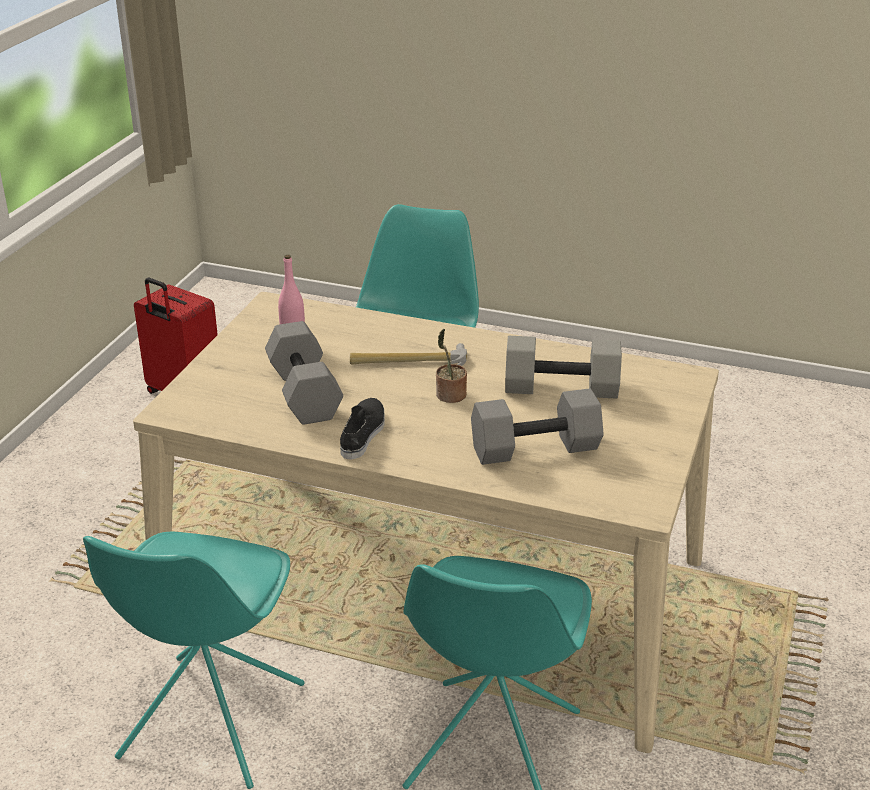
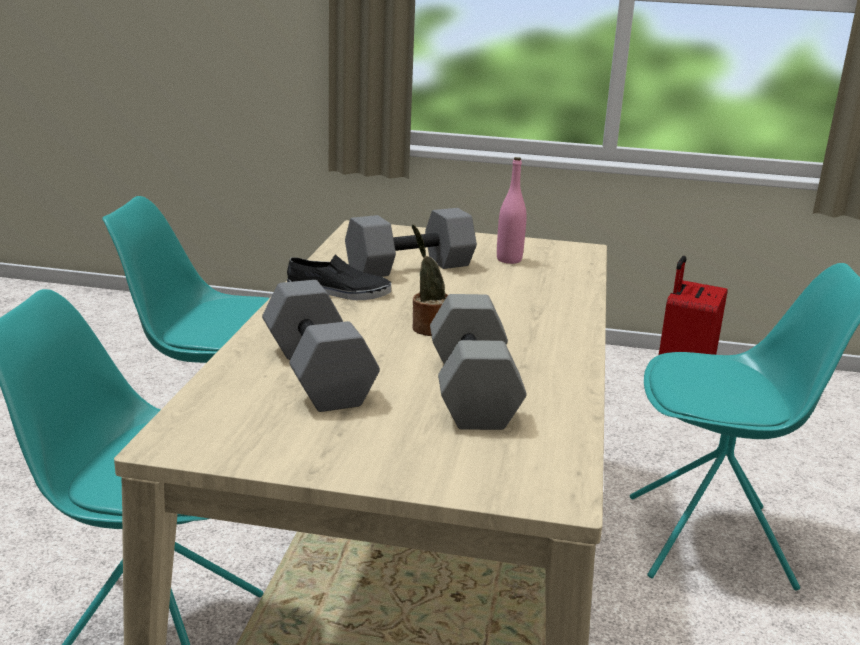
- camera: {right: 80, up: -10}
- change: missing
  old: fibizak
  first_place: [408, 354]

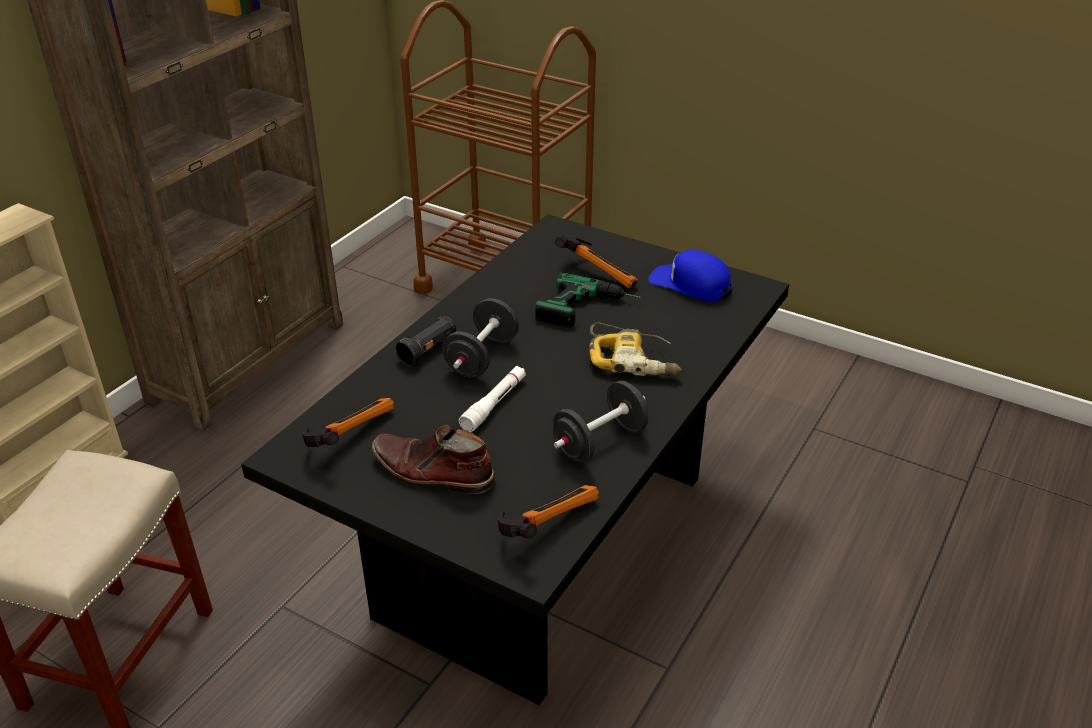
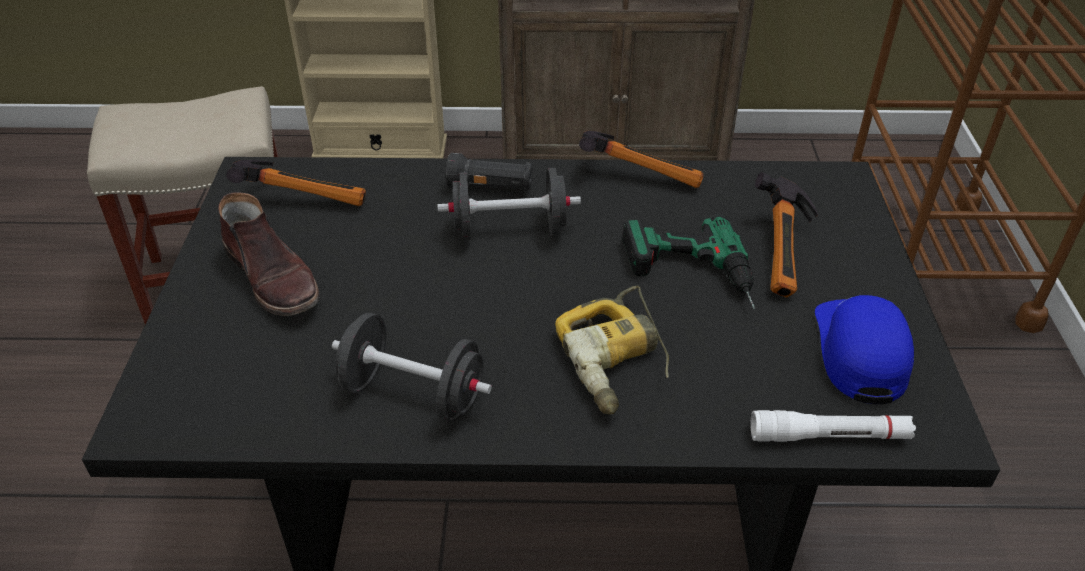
- camera: {right: 60, up: 5}
- change: spun
  old: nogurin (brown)
  first_place: [433, 459]
  second_place: [269, 254]
  degrees: 150
- change: relocated
  old: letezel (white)
  first_place: [492, 399]
  second_place: [833, 426]
- change: relocated
  old: fibizak
  first_place: [548, 512]
  second_place: [641, 159]

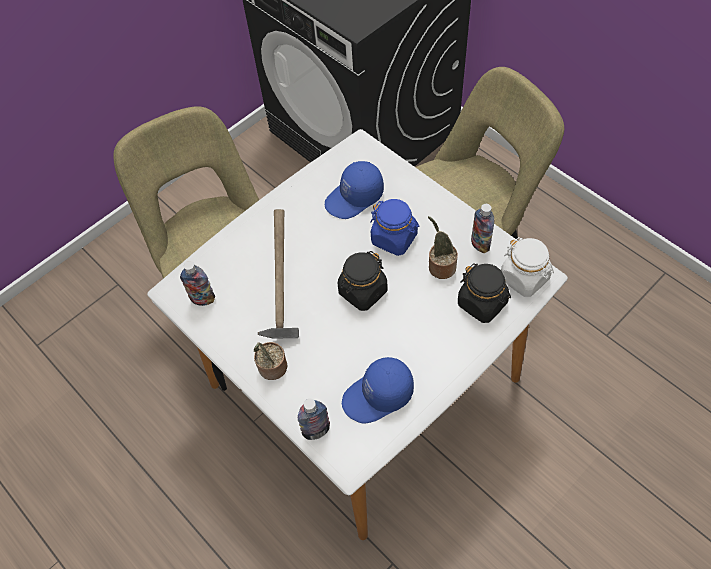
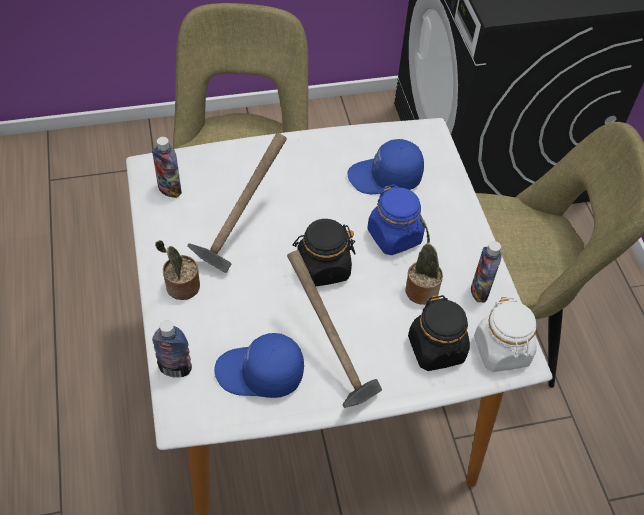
- camera: {right: 25, up: -5}
- change: appeared
  new: fibizak
  second_place: [334, 329]

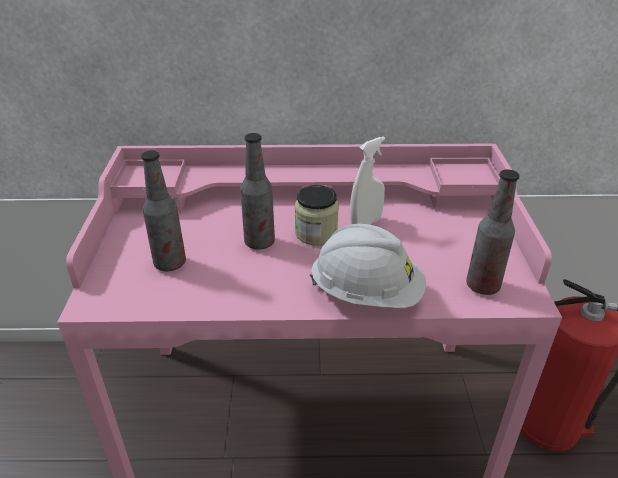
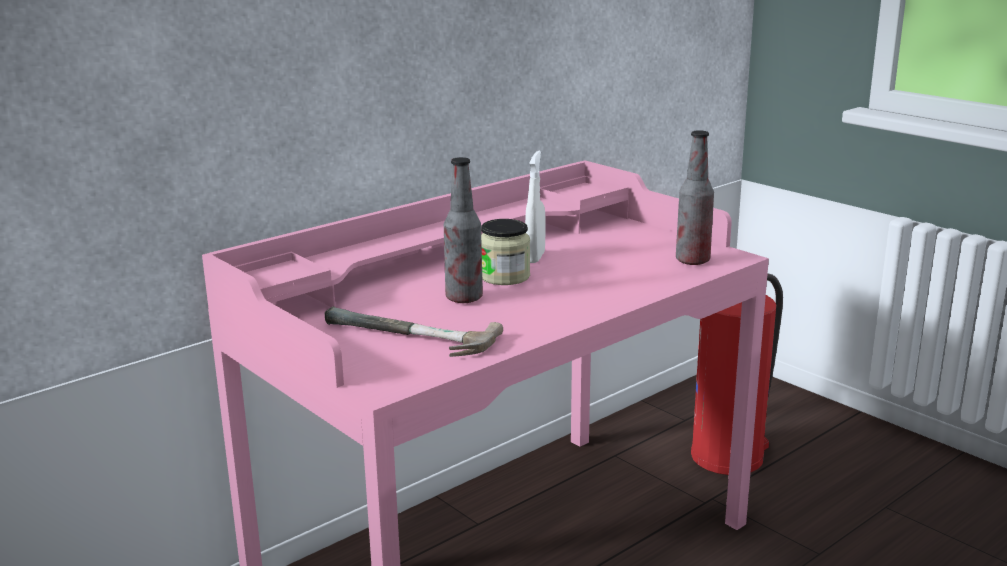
- camera: {right: -40, up: -15}
- change: exchanged
  old: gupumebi
  new: fibizak
  first_place: [163, 210]
  second_place: [414, 331]
- change: missing
  old: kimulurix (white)
  first_place: [368, 266]

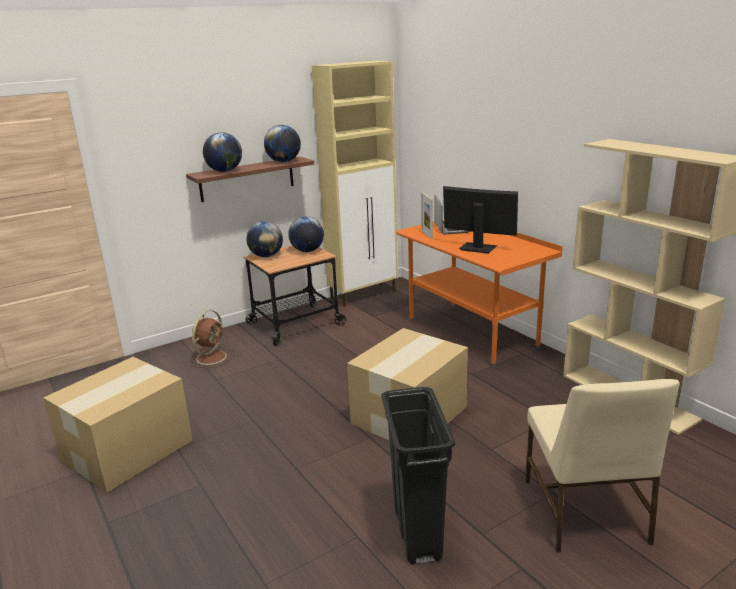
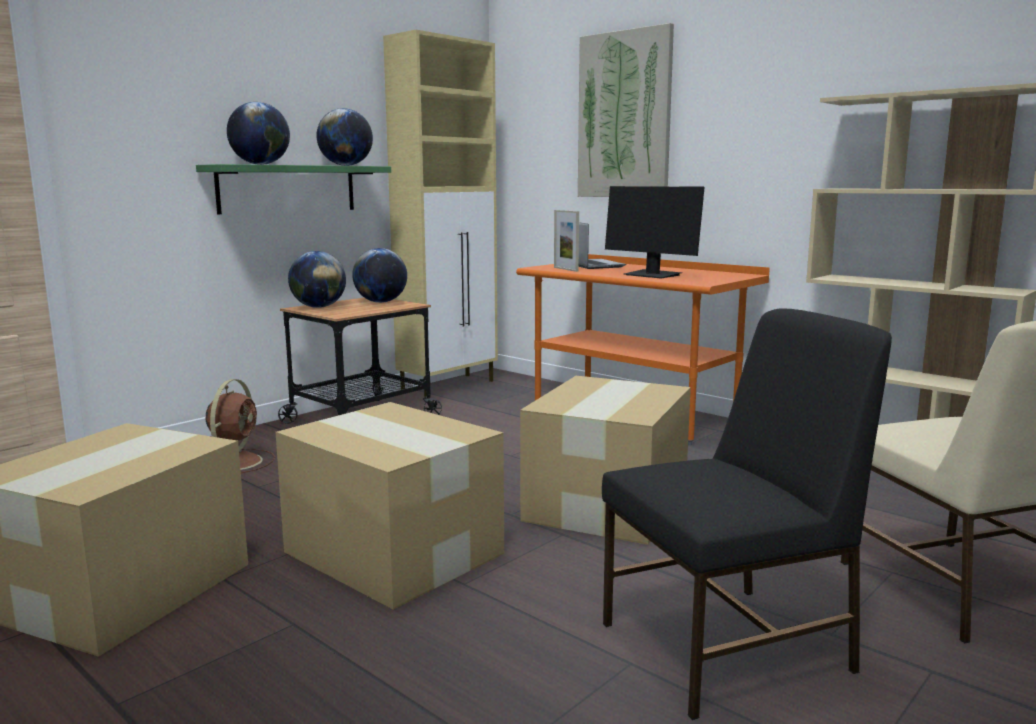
- camera: {right: -15, up: -10}
- change: colour
  old: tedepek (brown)
  new: tedepek (green)
  first_place: [250, 179]
  second_place: [293, 189]
- change: exchanged
  old: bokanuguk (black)
  new: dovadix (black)
  first_place: [418, 476]
  second_place: [747, 514]
- change: spun
  old: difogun
  first_place: [480, 220]
  second_place: [655, 232]
  degrees: -150
- change: appeared
  new: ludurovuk
  second_place: [390, 506]
- change: appeared
  new: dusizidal
  second_place: [626, 110]

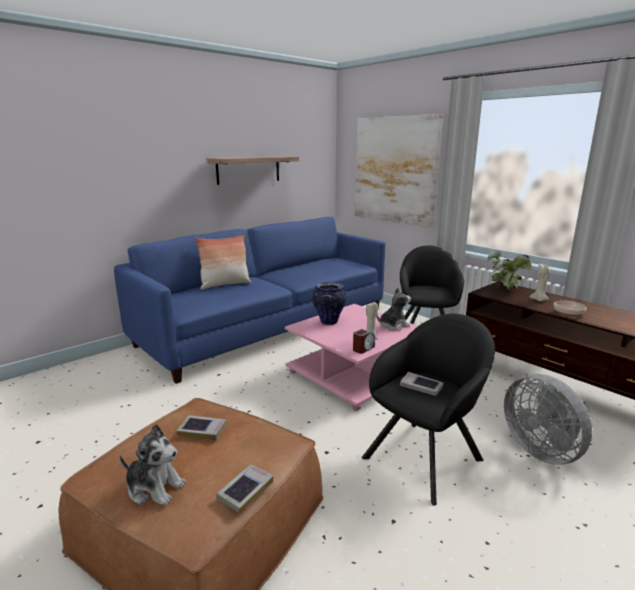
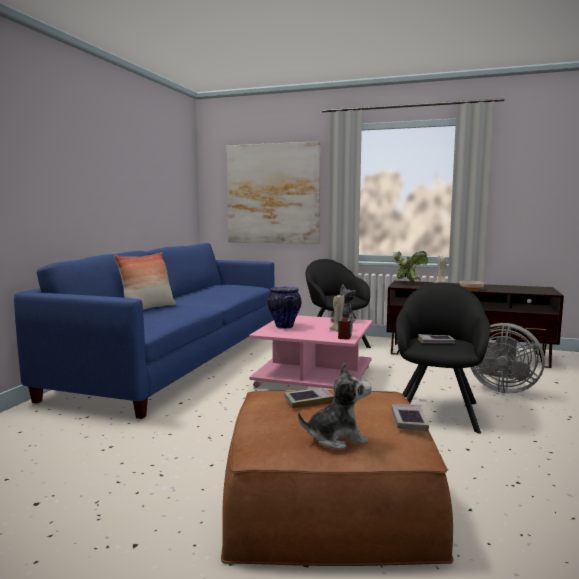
- camera: {right: -30, up: -10}
- change: missing
  old: tedepek
  first_place: [252, 170]

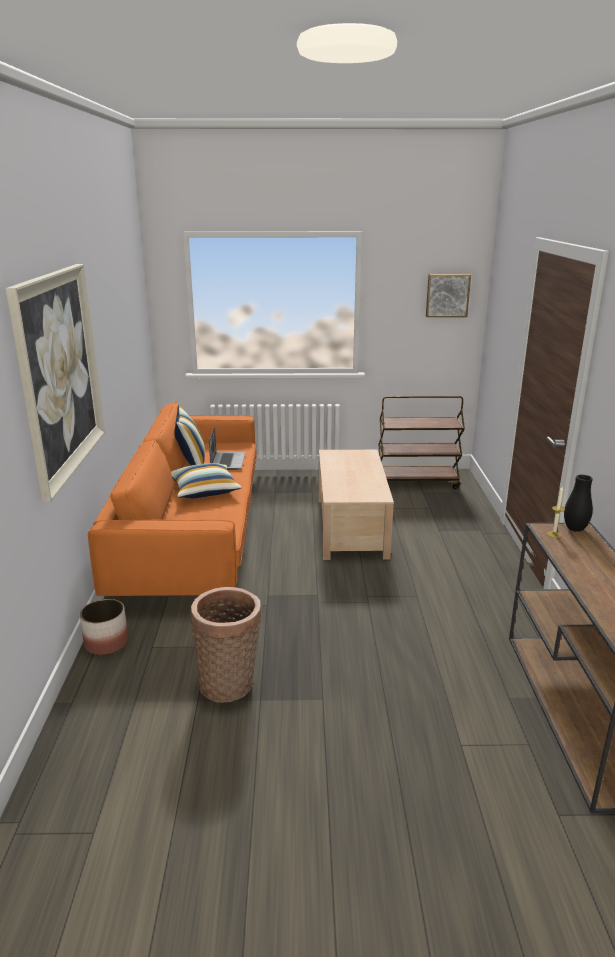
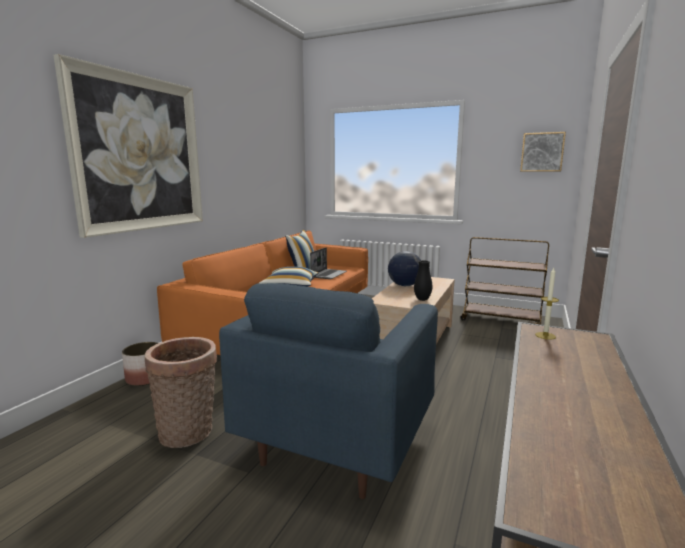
- camera: {right: 25, up: -10}
- change: relocated
  old: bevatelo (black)
  first_place: [578, 503]
  second_place: [423, 280]
- change: appeared
  new: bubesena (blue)
  second_place: [328, 391]
- change: appeared
  new: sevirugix
  second_place: [404, 268]

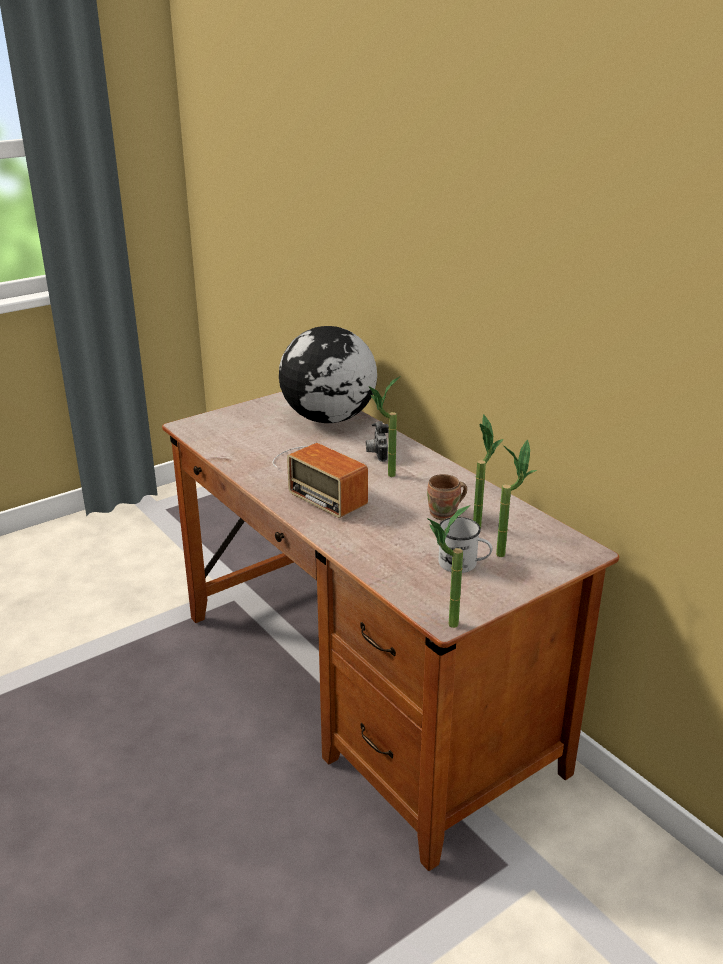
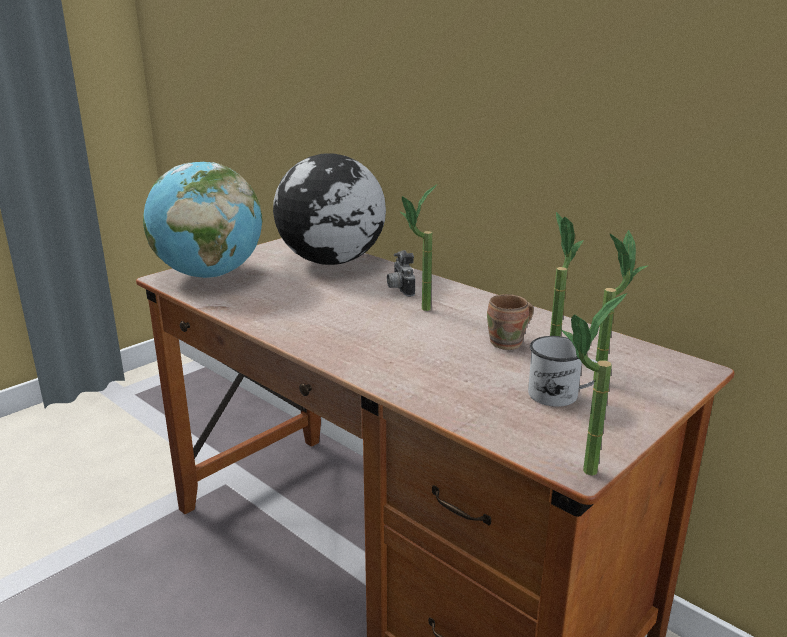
- camera: {right: -10, up: -5}
- change: missing
  old: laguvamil
  first_place: [320, 480]
- change: appeared
  new: sevirugix
  second_place: [203, 219]

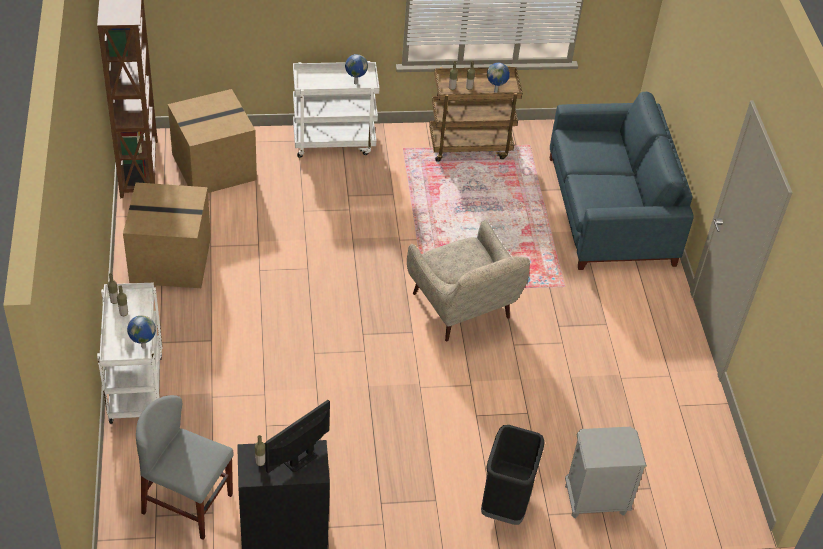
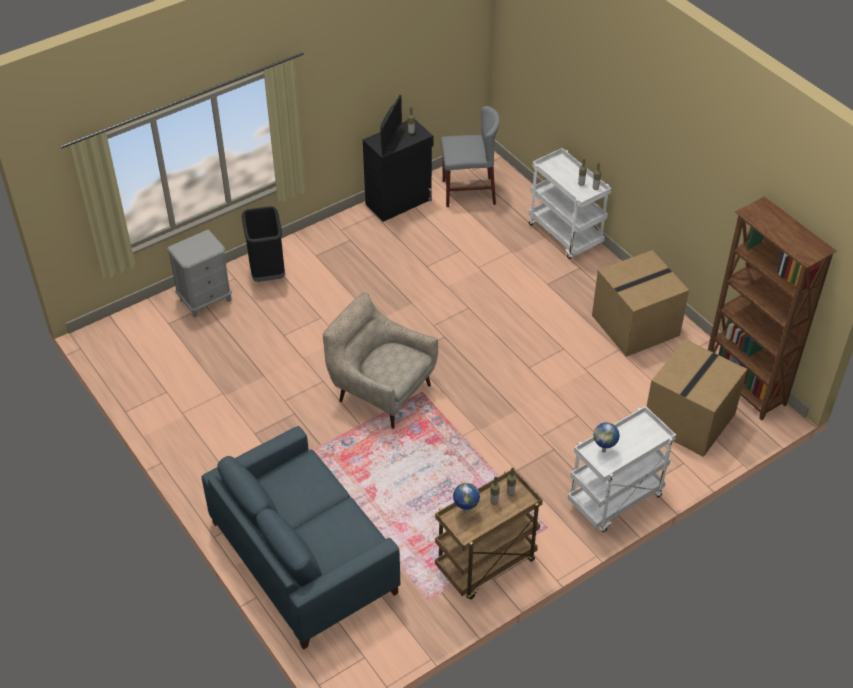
- camera: {right: 155, up: 0}
- change: missing
  old: sevirugix
  first_place: [141, 332]

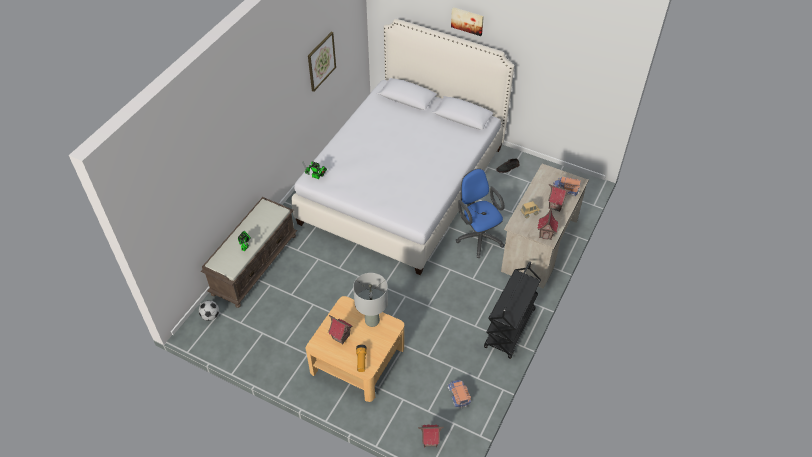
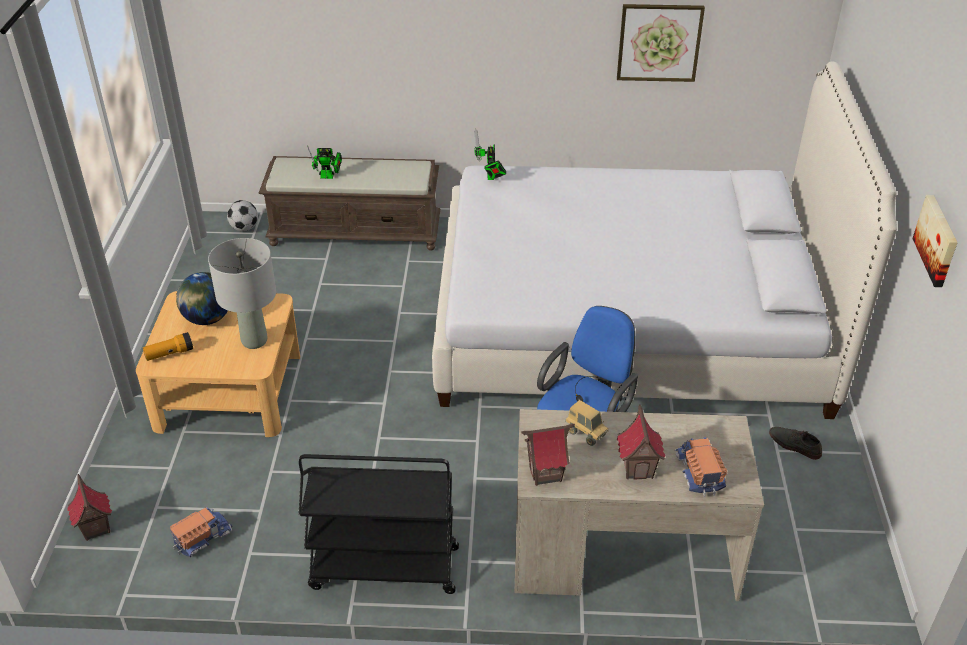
- camera: {right: 65, up: -10}
- change: exchanged
  old: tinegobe
  new: sevirugix
  first_place: [340, 330]
  second_place: [202, 298]
- change: relocated
  old: dusizidal
  first_place: [467, 21]
  second_place: [935, 241]

